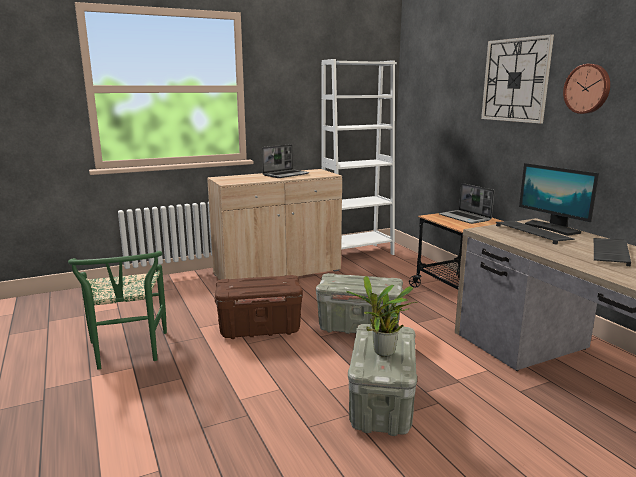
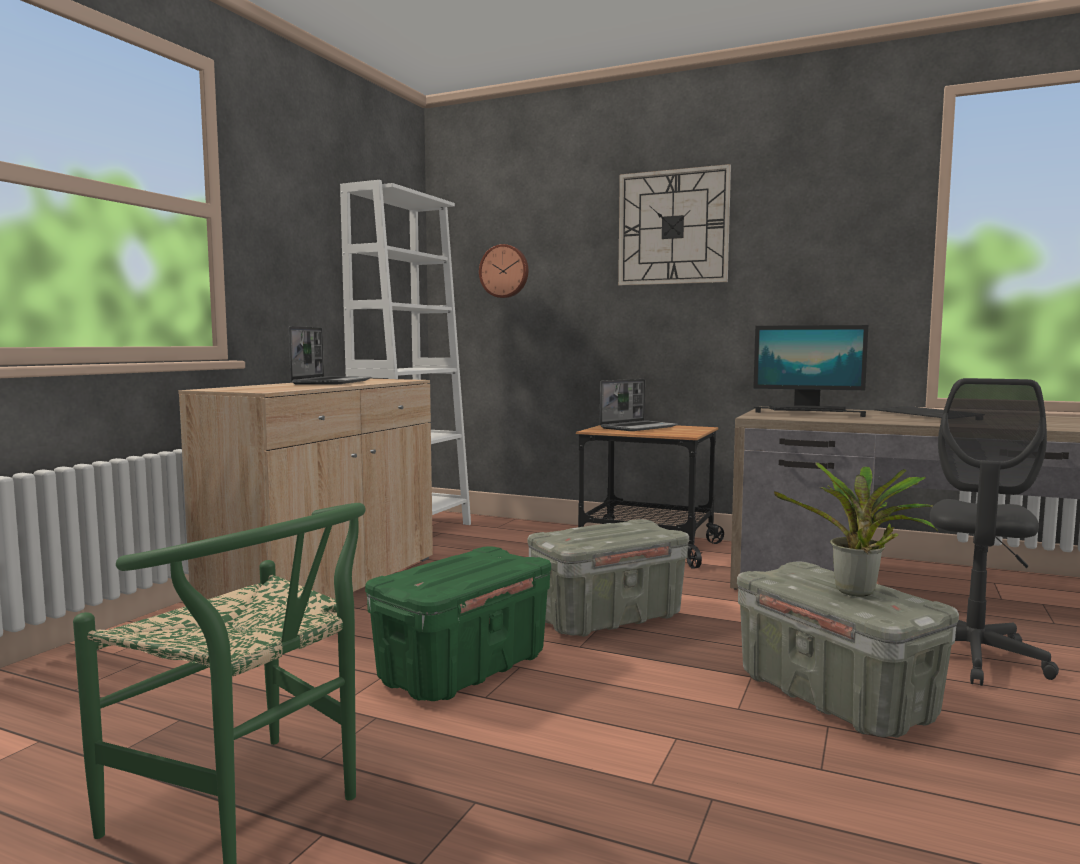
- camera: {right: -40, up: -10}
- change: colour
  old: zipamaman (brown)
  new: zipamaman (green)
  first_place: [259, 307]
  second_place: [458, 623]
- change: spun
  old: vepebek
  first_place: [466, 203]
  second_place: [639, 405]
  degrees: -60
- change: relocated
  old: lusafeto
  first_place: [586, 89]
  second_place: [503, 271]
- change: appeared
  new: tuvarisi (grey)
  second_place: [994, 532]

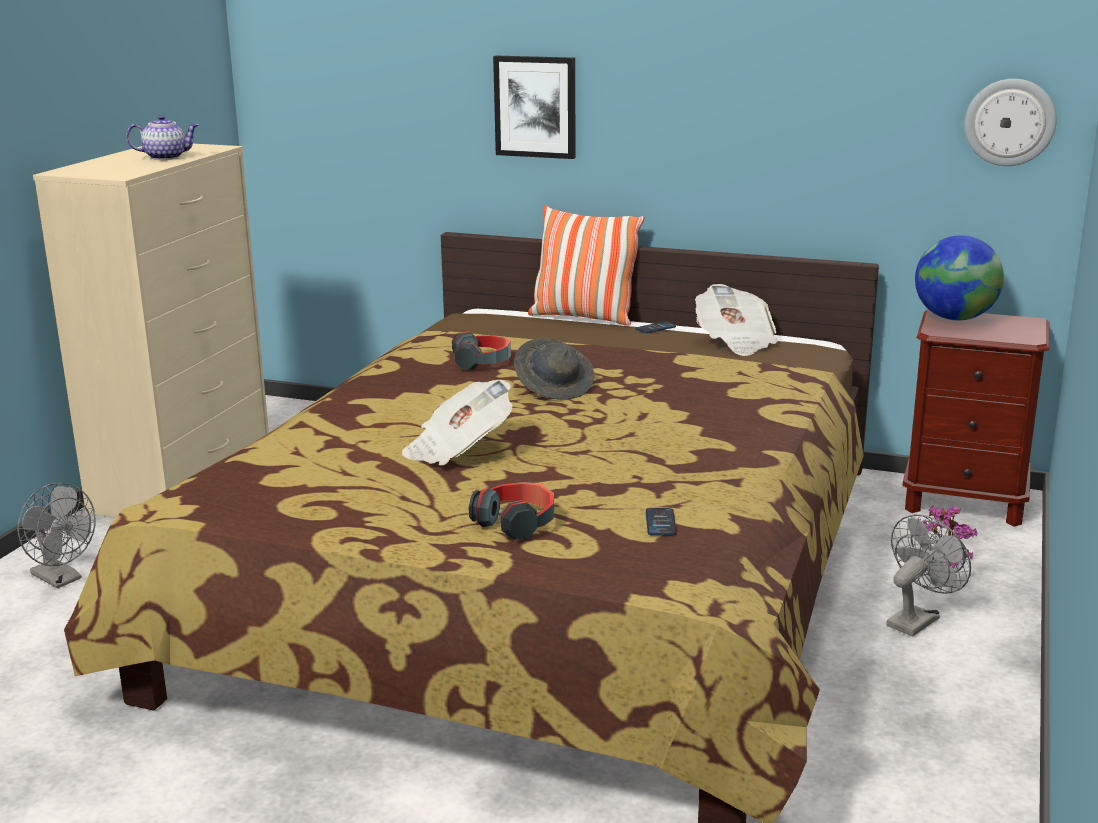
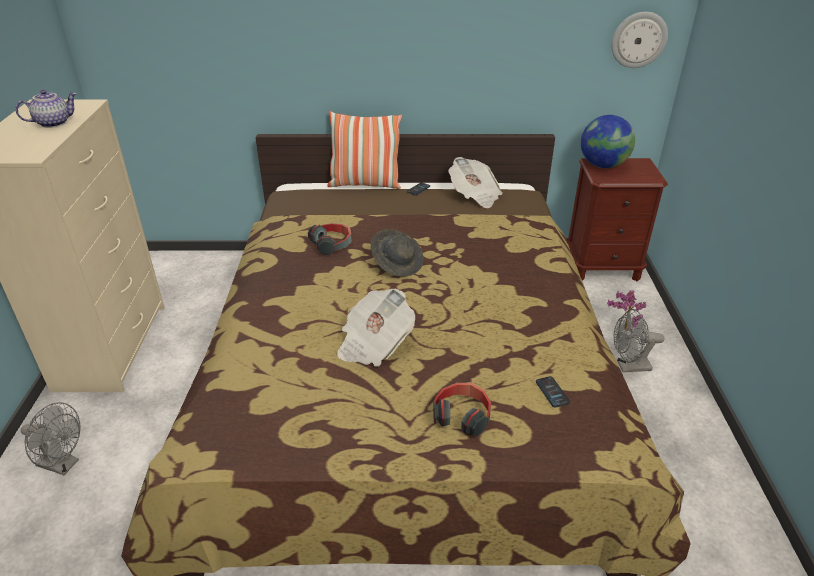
- camera: {right: -20, up: 15}
- change: missing
  old: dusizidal
  first_place: [534, 107]
- change: spun
  old: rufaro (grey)
  first_place: [928, 575]
  second_place: [639, 340]
  degrees: -120

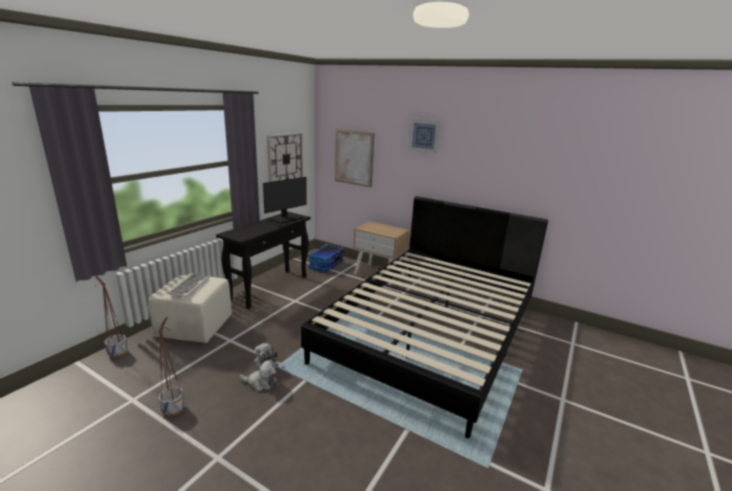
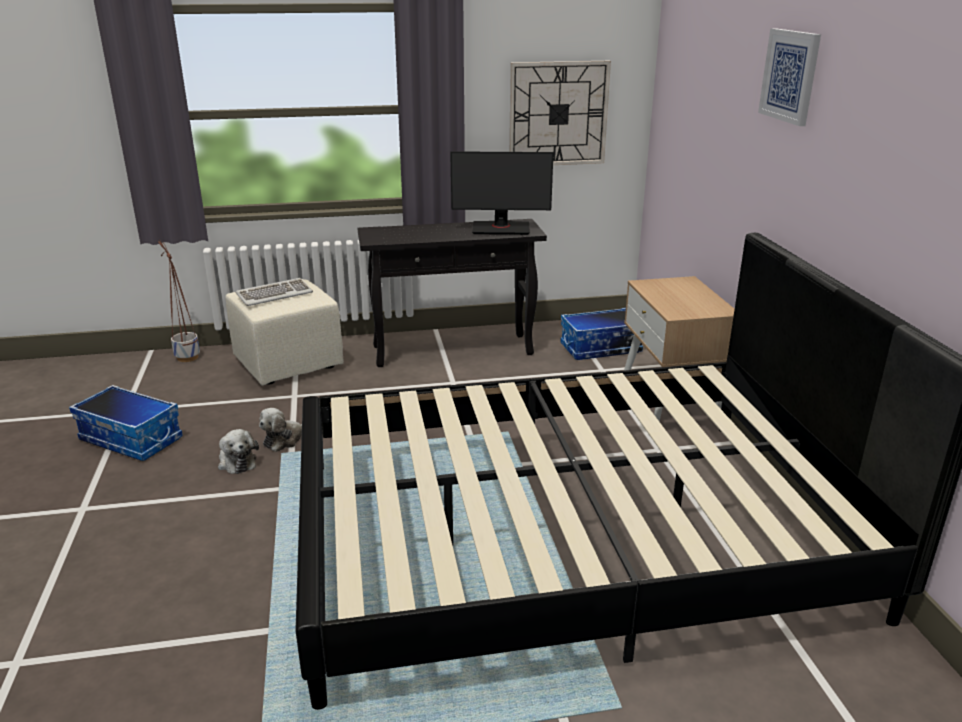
- camera: {right: 50, up: 5}
- change: exchanged
  old: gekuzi
  new: zipamaman
  first_place: [172, 367]
  second_place: [126, 423]
- change: missing
  old: dusizidal
  first_place: [354, 158]

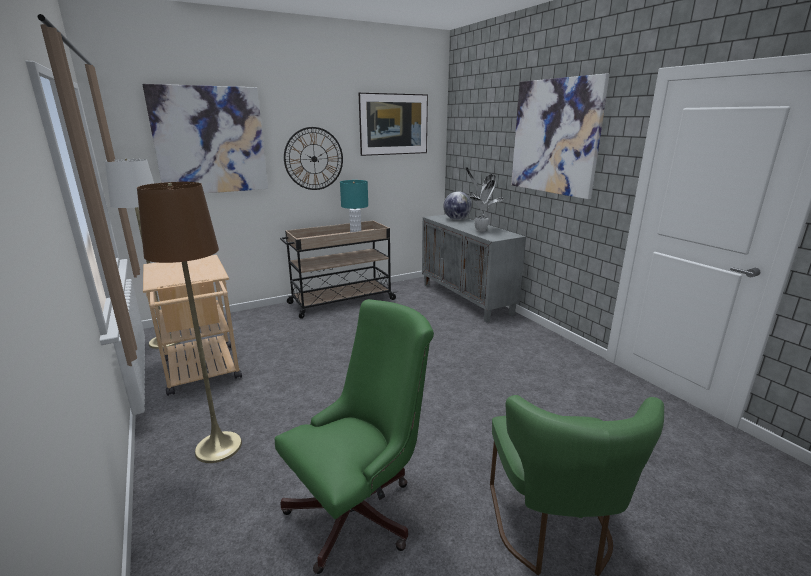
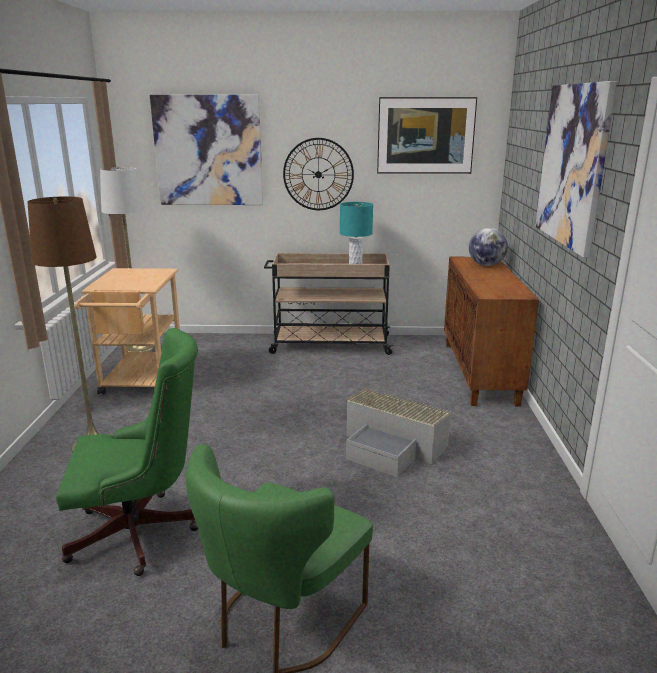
- camera: {right: 30, up: 0}
- change: colour
  old: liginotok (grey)
  new: liginotok (brown)
  first_place: [474, 268]
  second_place: [491, 331]
- change: missing
  old: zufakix
  first_place: [484, 199]
- change: appeared
  new: zipamaman (grey)
  second_place: [398, 432]

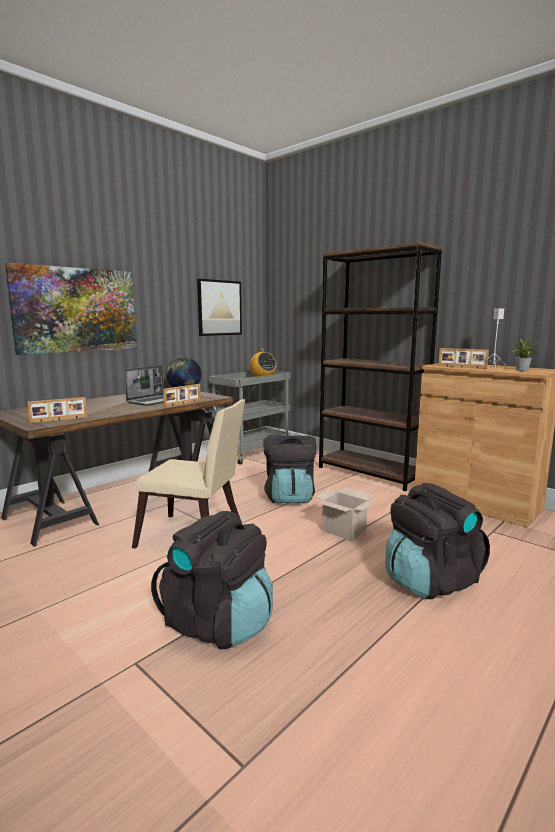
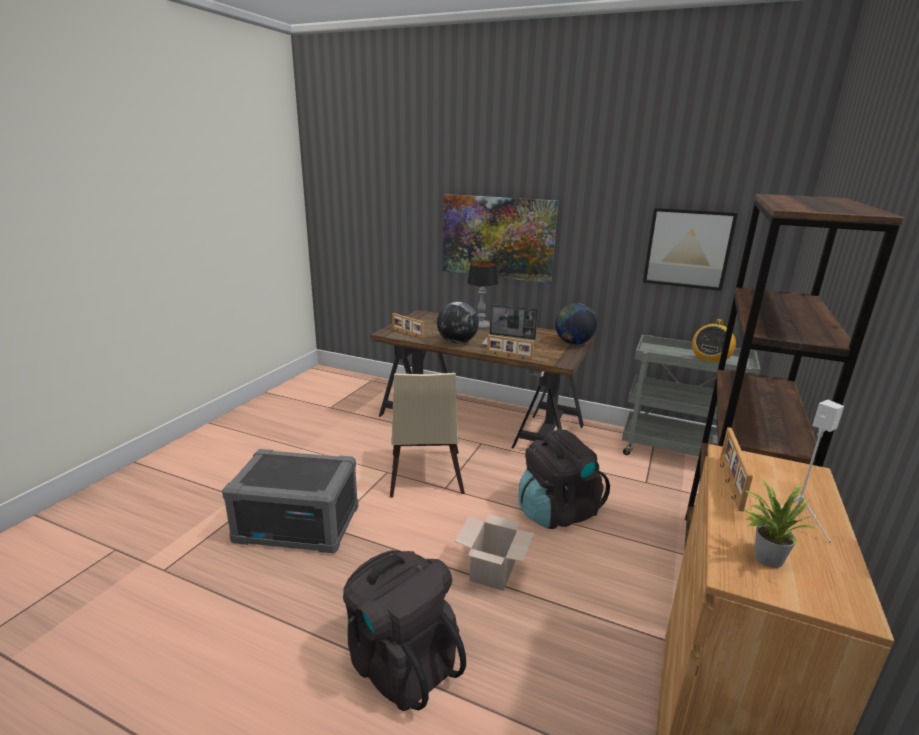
- camera: {right: 70, up: 10}
- change: exchanged
  old: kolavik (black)
  new: zipamaman (grey)
  first_place: [212, 580]
  second_place: [290, 501]
- change: appeared
  new: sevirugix
  second_place: [458, 323]
- change: appeared
  new: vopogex
  second_place: [483, 295]

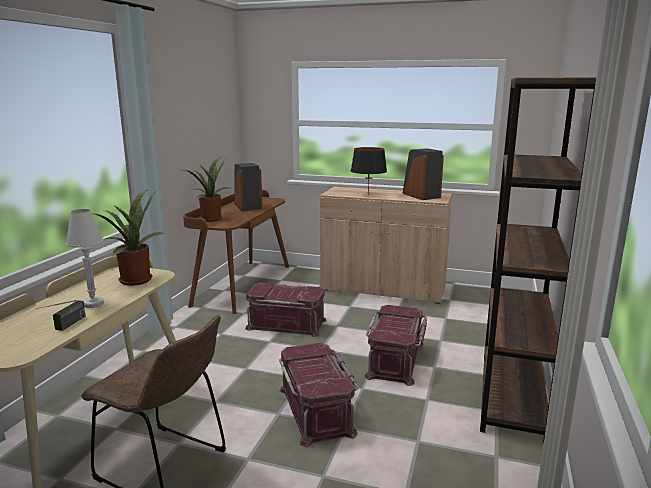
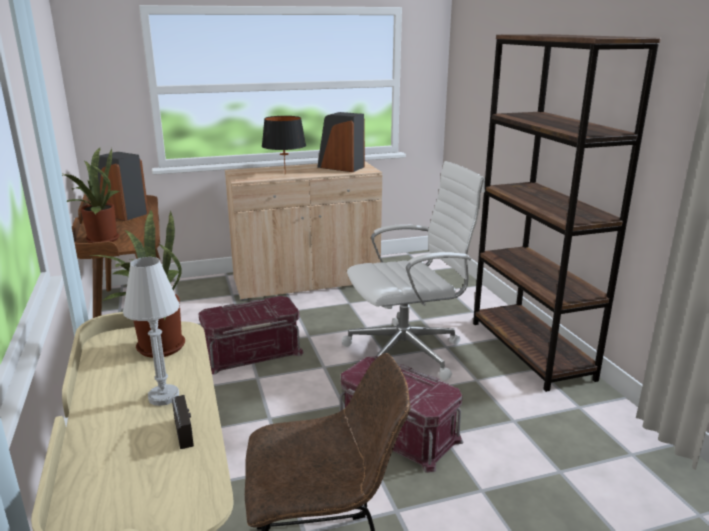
- camera: {right: -35, up: 5}
- change: exchanged
  old: zipamaman (red)
  new: tuvarisi (white)
  first_place: [395, 345]
  second_place: [413, 270]

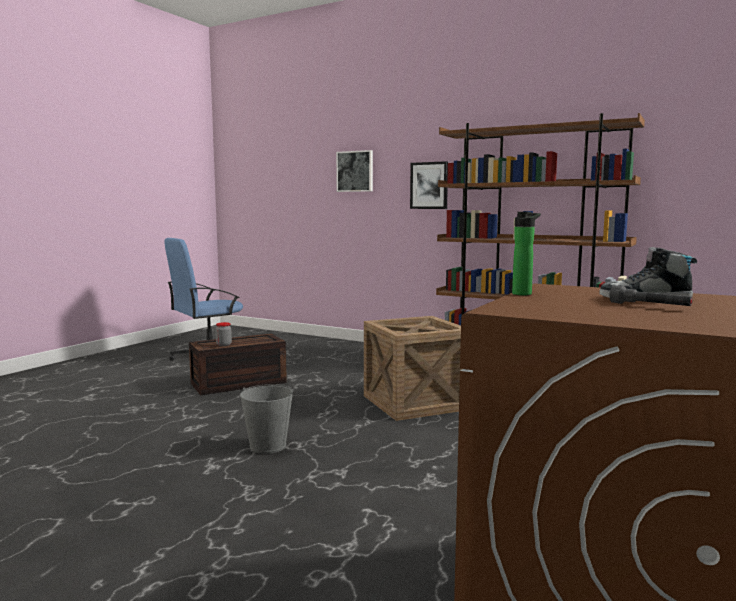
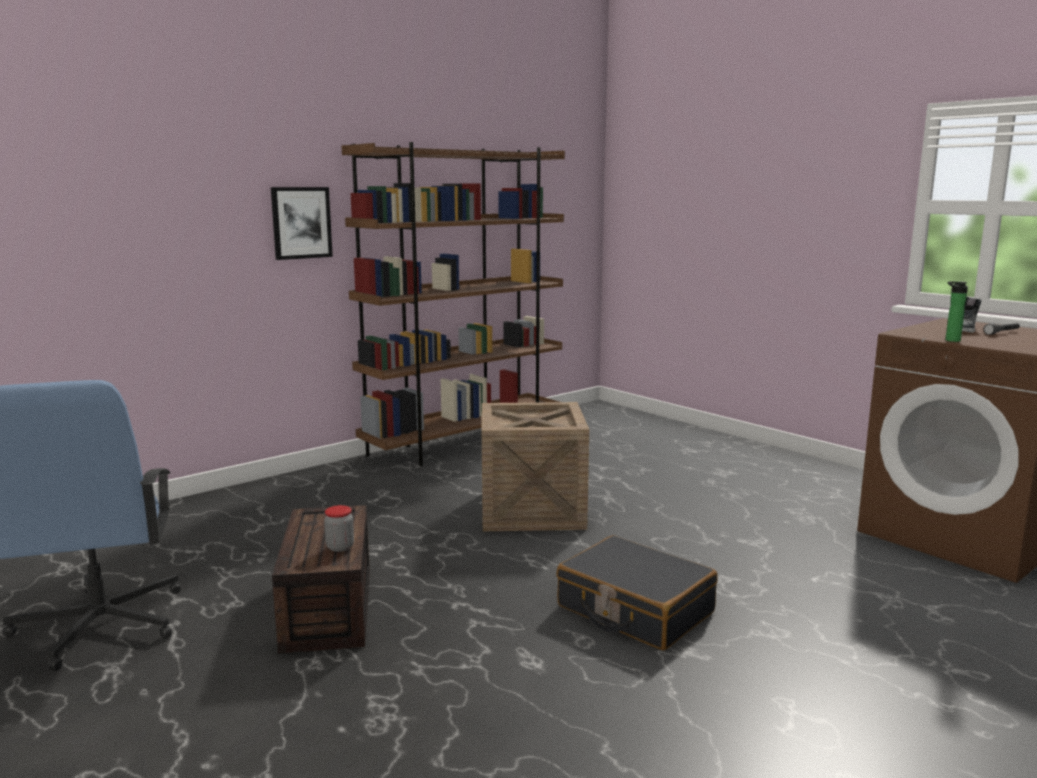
- camera: {right: -70, up: 5}
- change: exchanged
  old: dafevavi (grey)
  new: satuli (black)
  first_place: [266, 419]
  second_place: [636, 592]
- change: missing
  old: dusizidal
  first_place: [354, 171]

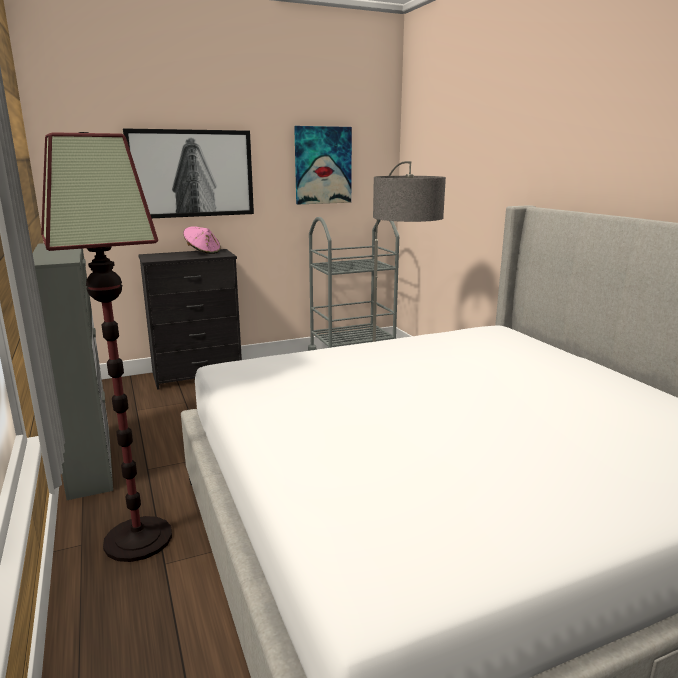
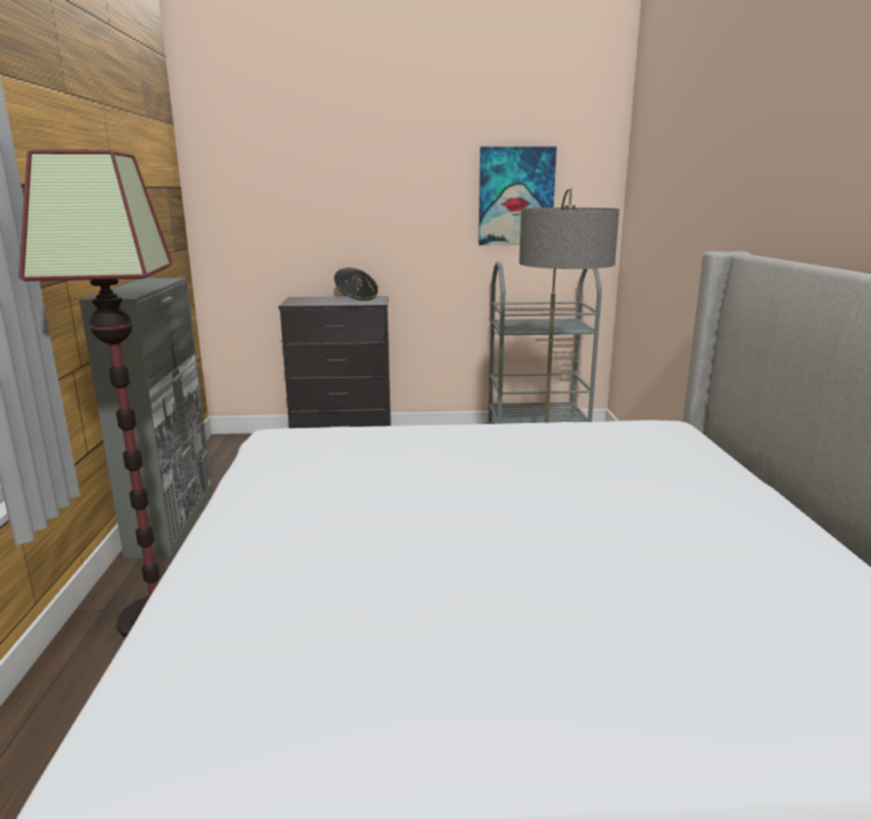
- camera: {right: 20, up: 0}
- change: missing
  old: dusizidal
  first_place: [188, 173]
- change: colour
  old: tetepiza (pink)
  new: tetepiza (black)
  first_place: [202, 240]
  second_place: [356, 284]

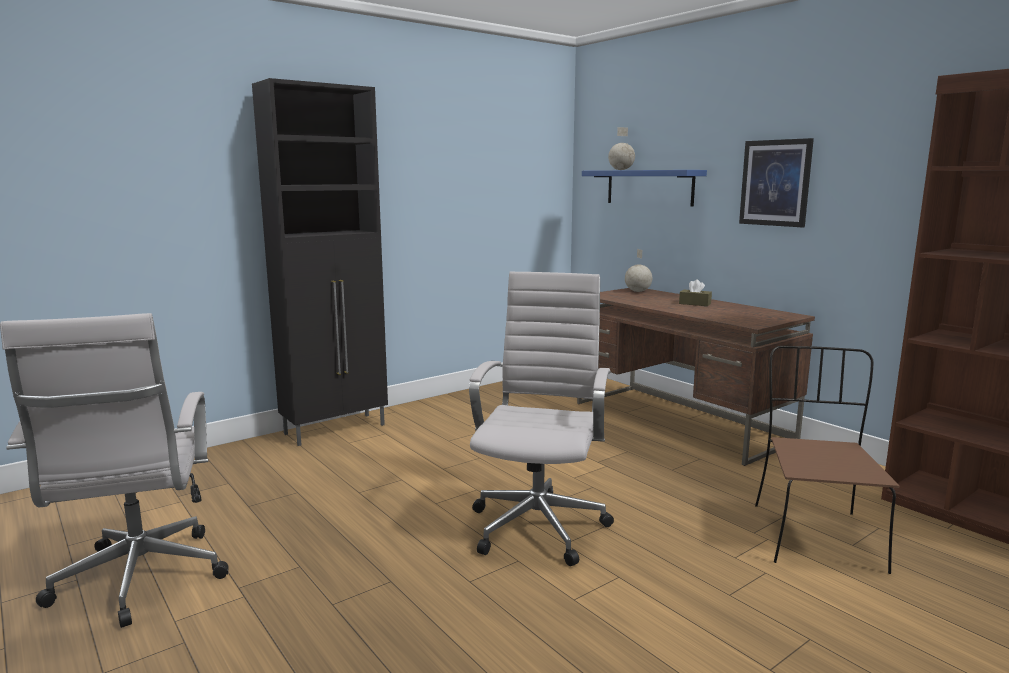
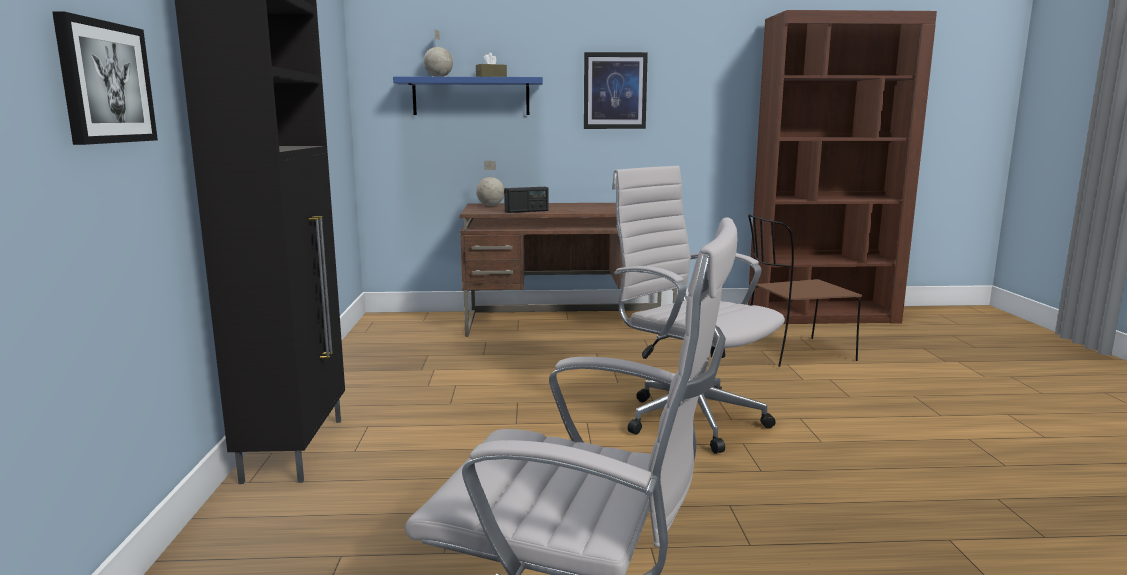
- camera: {right: -55, up: 0}
- change: relocated
  old: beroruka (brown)
  first_place: [695, 292]
  second_place: [491, 65]
- change: spun
  old: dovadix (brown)
  first_place: [827, 460]
  second_place: [805, 290]
  degrees: -60
- change: appeared
  new: dusizidal
  second_place: [105, 78]
- change: appeared
  new: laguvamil
  second_place: [526, 200]

